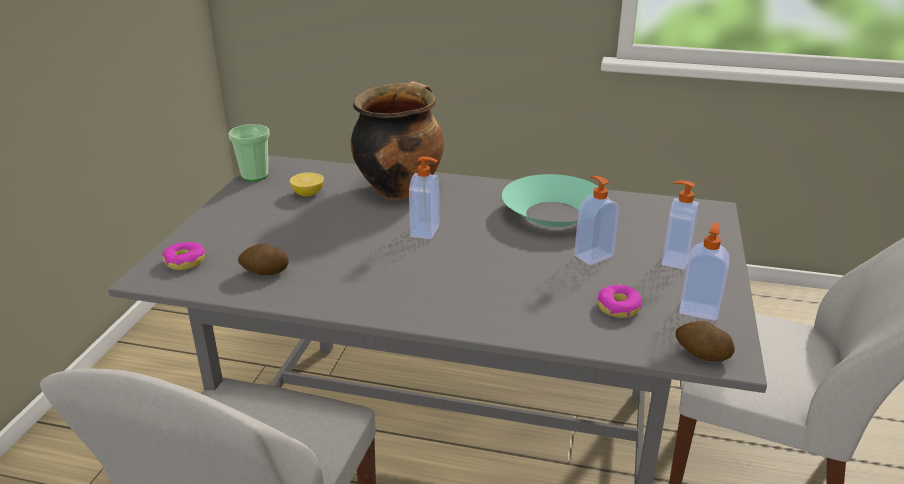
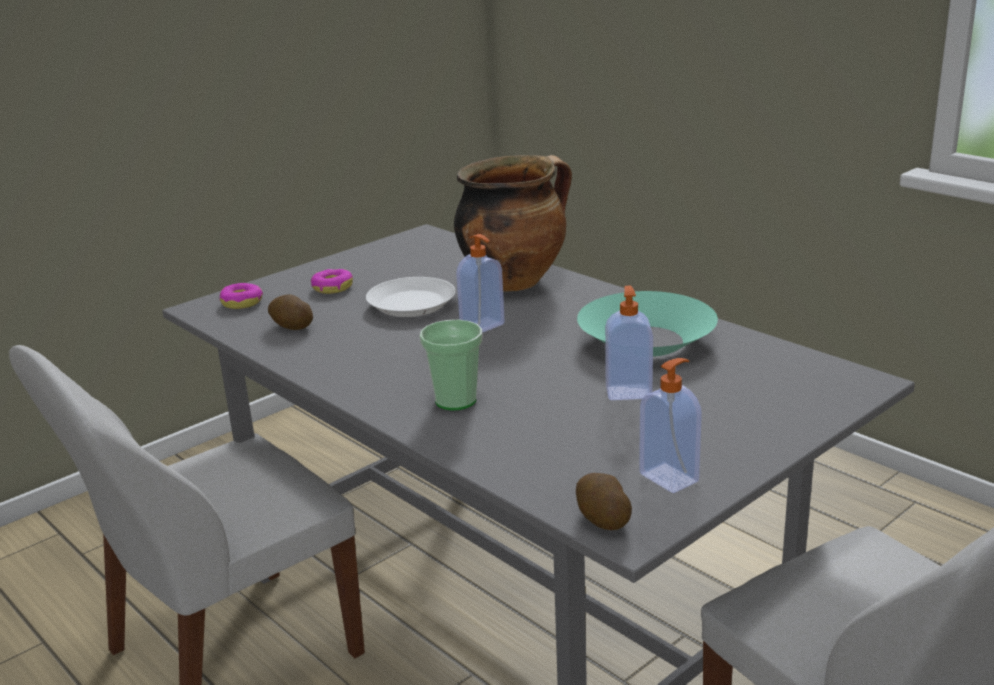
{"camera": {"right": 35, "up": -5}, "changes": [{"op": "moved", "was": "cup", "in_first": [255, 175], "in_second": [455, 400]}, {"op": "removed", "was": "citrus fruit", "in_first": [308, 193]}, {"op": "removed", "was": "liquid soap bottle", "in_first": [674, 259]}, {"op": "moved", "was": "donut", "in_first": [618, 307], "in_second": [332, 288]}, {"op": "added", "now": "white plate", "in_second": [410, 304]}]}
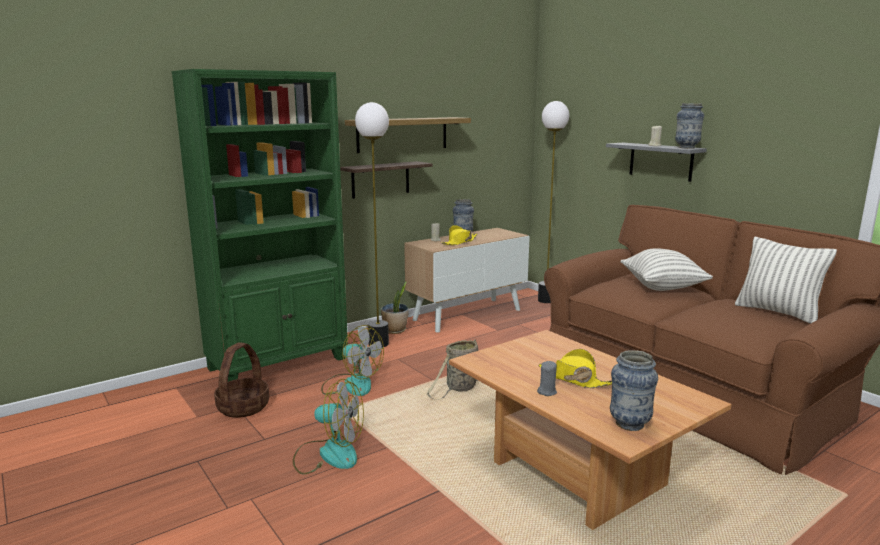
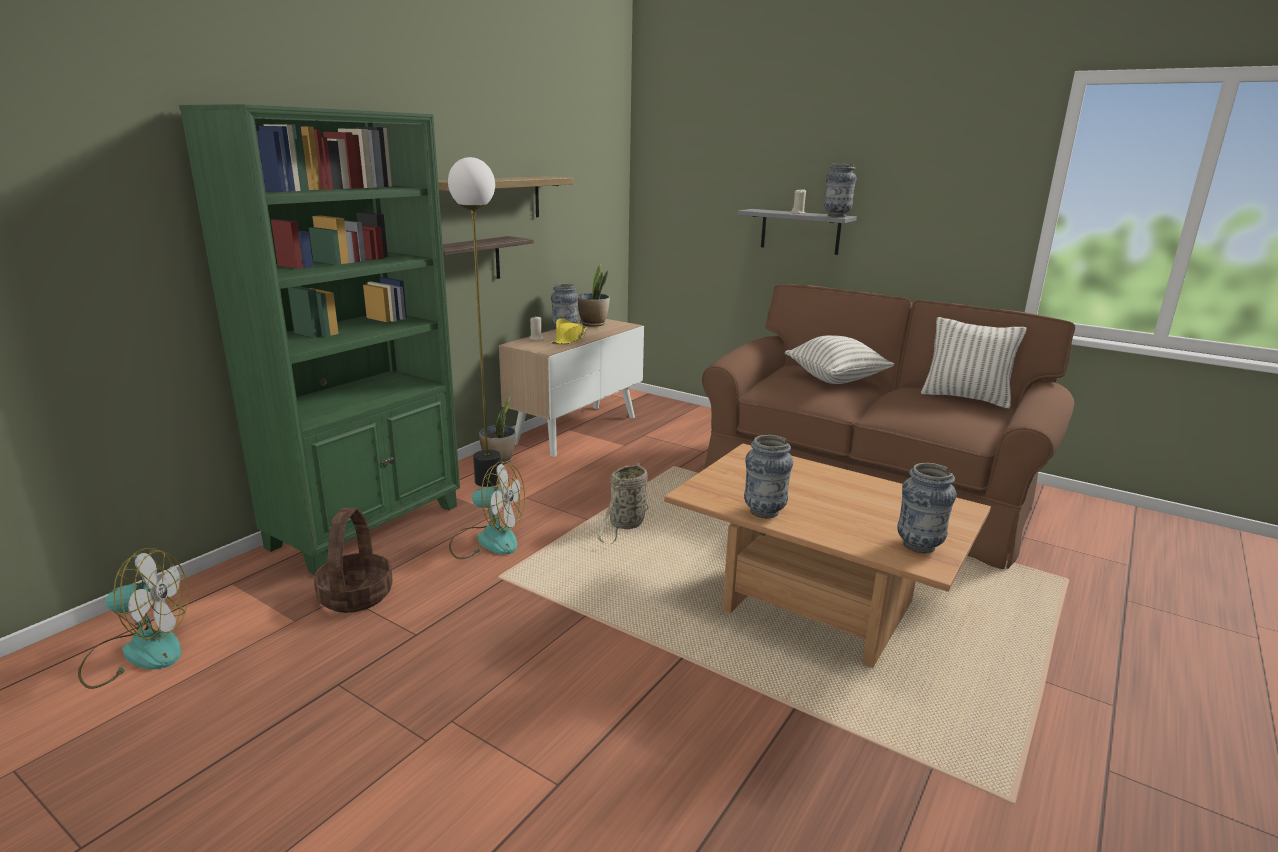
{"camera": {"right": -20, "up": 5}, "changes": [{"op": "removed", "was": "floor lamp", "in_first": [546, 300]}, {"op": "removed", "was": "yellowish wearable hat", "in_first": [574, 379]}, {"op": "removed", "was": "grey wax candle", "in_first": [547, 392]}, {"op": "moved", "was": "electric fan", "in_first": [328, 454], "in_second": [138, 652]}, {"op": "added", "now": "potted plant", "in_second": [593, 324]}, {"op": "added", "now": "decorative vase", "in_second": [764, 512]}]}
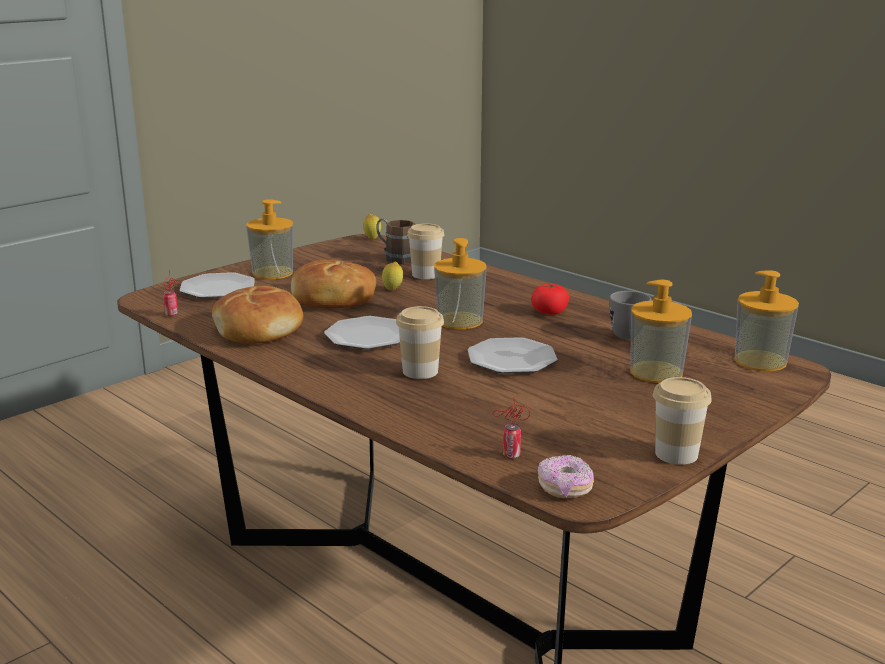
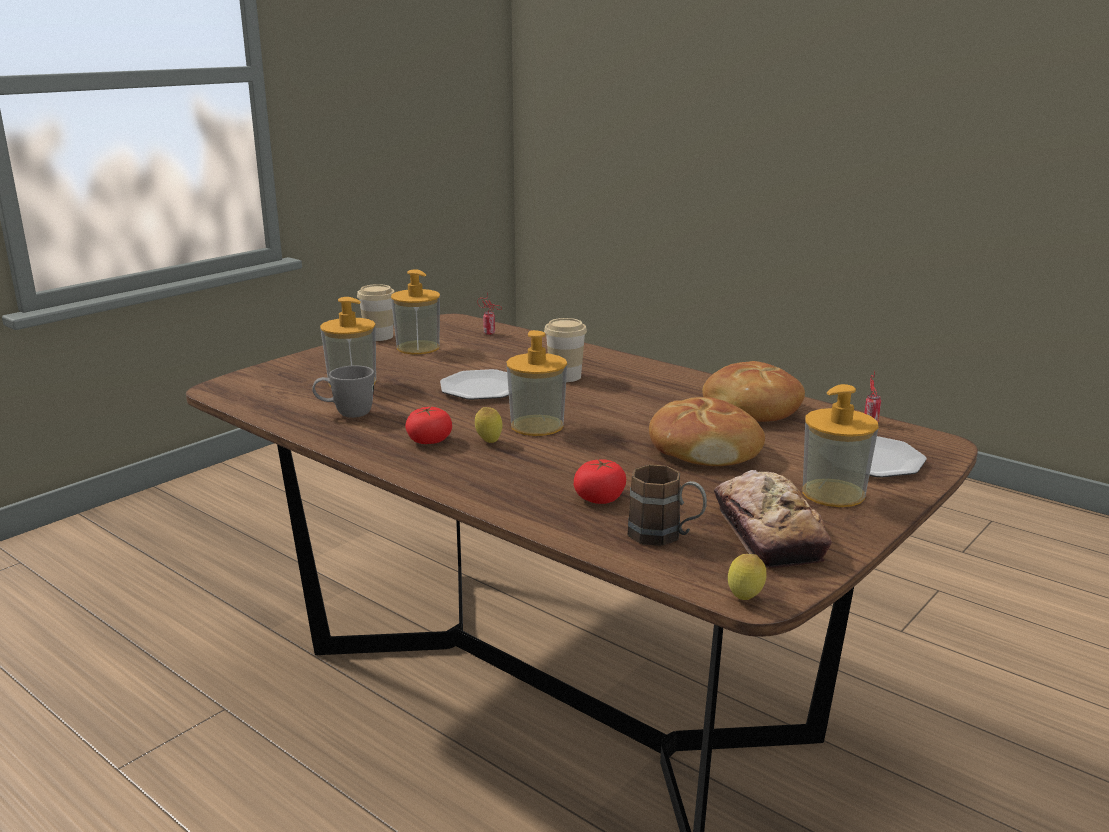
{"camera": {"right": 175, "up": 0}, "changes": [{"op": "replaced", "was": "cup", "now": "fresh tomato", "in_first": [426, 274], "in_second": [600, 498]}, {"op": "moved", "was": "citrus fruit", "in_first": [392, 290], "in_second": [488, 442]}, {"op": "moved", "was": "liquid soap bottle", "in_first": [760, 361], "in_second": [418, 347]}, {"op": "removed", "was": "plate", "in_first": [368, 336]}, {"op": "removed", "was": "donut", "in_first": [565, 488]}, {"op": "added", "now": "bread", "in_second": [768, 532]}]}
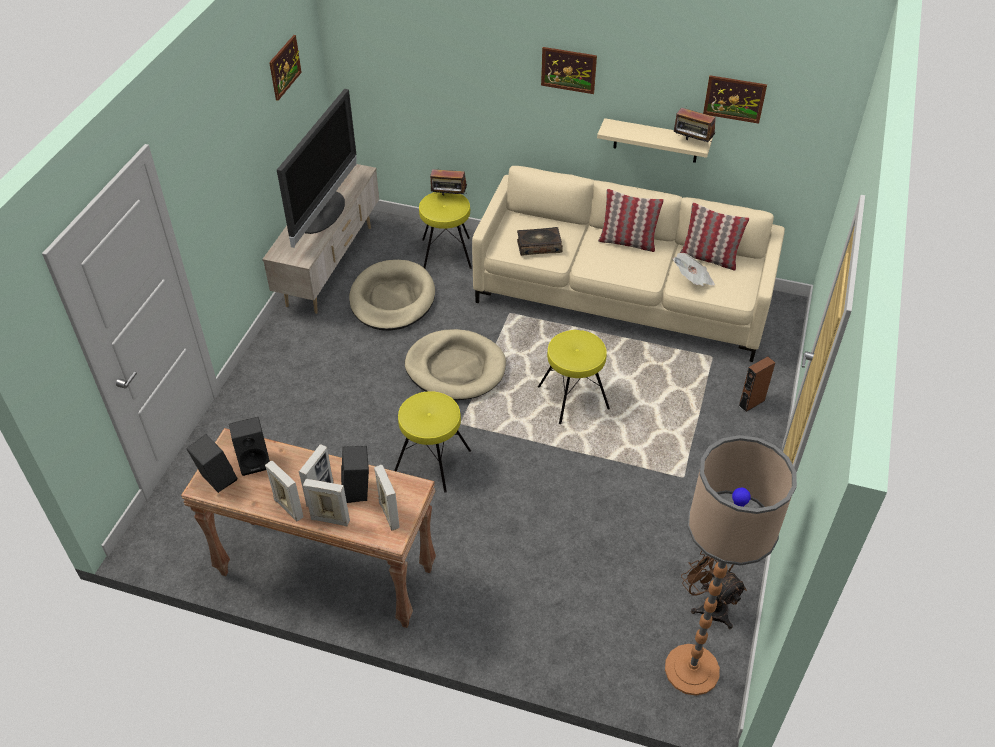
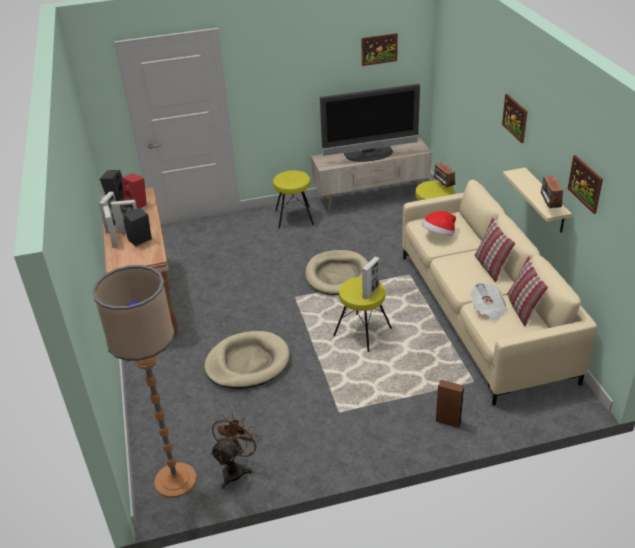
{"camera": {"right": 60, "up": -10}, "changes": [{"op": "replaced", "was": "bound book", "now": "wearable hat", "in_first": [539, 246], "in_second": [438, 235]}, {"op": "moved", "was": "beige dog cushion", "in_first": [392, 299], "in_second": [247, 363]}, {"op": "moved", "was": "yellowish stool", "in_first": [432, 461], "in_second": [294, 217]}, {"op": "recoloured", "was": "blackish loudspeaker", "now": "red loudspeaker", "in_first": [255, 461], "in_second": [137, 204]}, {"op": "moved", "was": "photo frame", "in_first": [389, 515], "in_second": [370, 292]}]}
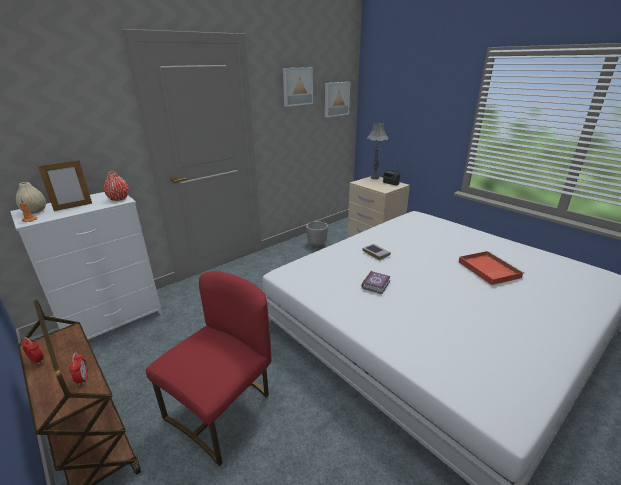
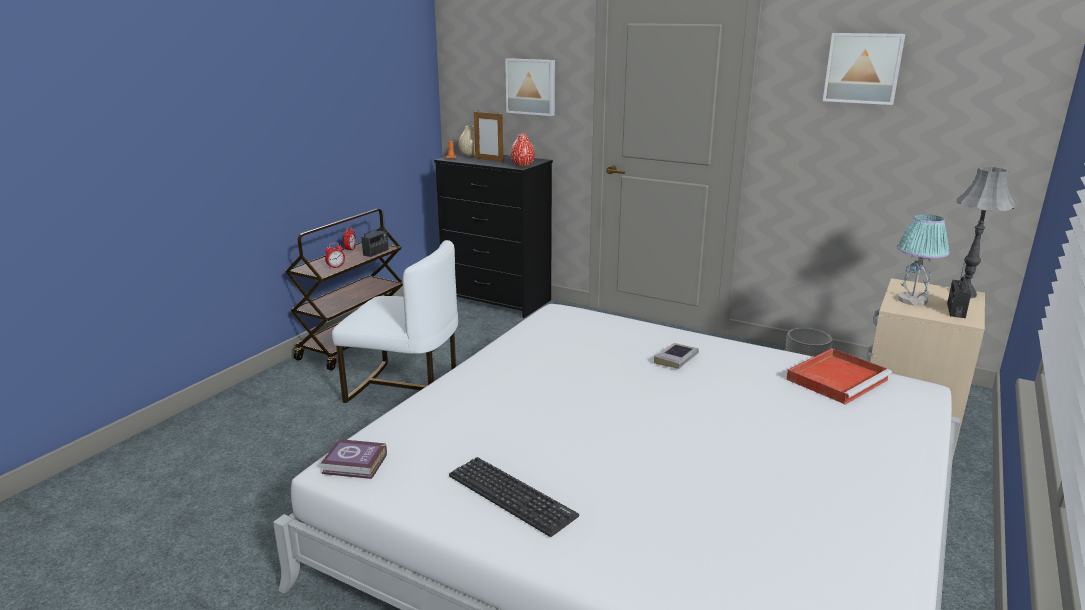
{"camera": {"right": 70, "up": -5}, "changes": [{"op": "moved", "was": "picture", "in_first": [336, 99], "in_second": [531, 86]}, {"op": "recoloured", "was": "white drawer chest", "now": "blackish drawer chest", "in_first": [113, 320], "in_second": [498, 300]}, {"op": "moved", "was": "red tray", "in_first": [487, 269], "in_second": [837, 378]}, {"op": "recoloured", "was": "red plain chair", "now": "white plain chair", "in_first": [222, 410], "in_second": [405, 387]}, {"op": "moved", "was": "bound book", "in_first": [376, 284], "in_second": [356, 464]}, {"op": "added", "now": "radio set", "in_second": [376, 252]}, {"op": "added", "now": "table lamp", "in_second": [913, 300]}, {"op": "added", "now": "computer keyboard", "in_second": [511, 496]}]}
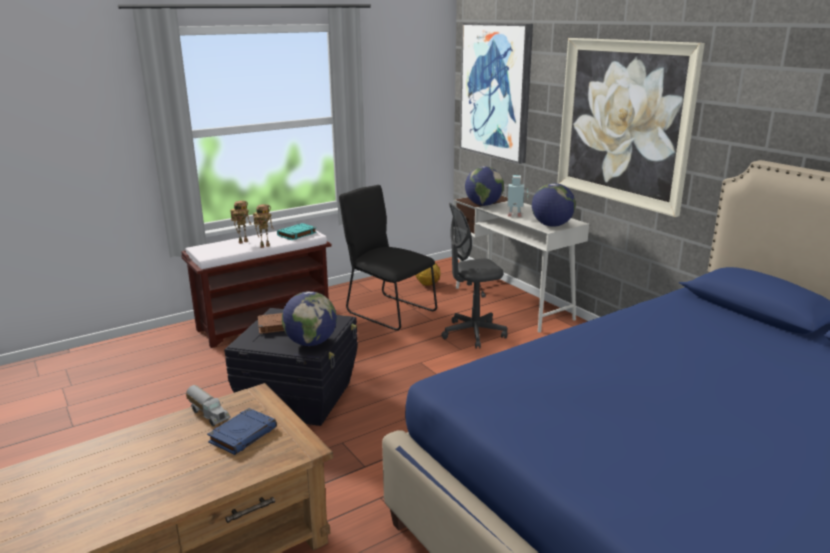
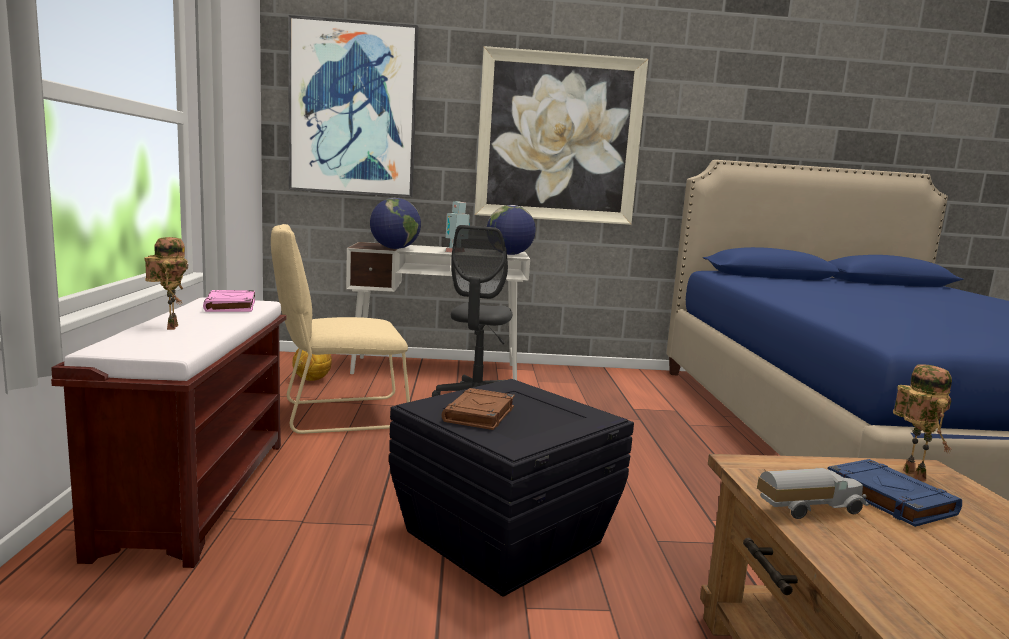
{"camera": {"right": -60, "up": -10}, "changes": [{"op": "recoloured", "was": "blackish plain chair", "now": "beige plain chair", "in_first": [388, 311], "in_second": [339, 415]}, {"op": "moved", "was": "toy robot", "in_first": [265, 246], "in_second": [909, 474]}, {"op": "recoloured", "was": "blue-green bound book", "now": "pinkish bound book", "in_first": [297, 234], "in_second": [231, 306]}, {"op": "removed", "was": "world globe", "in_first": [311, 343]}]}
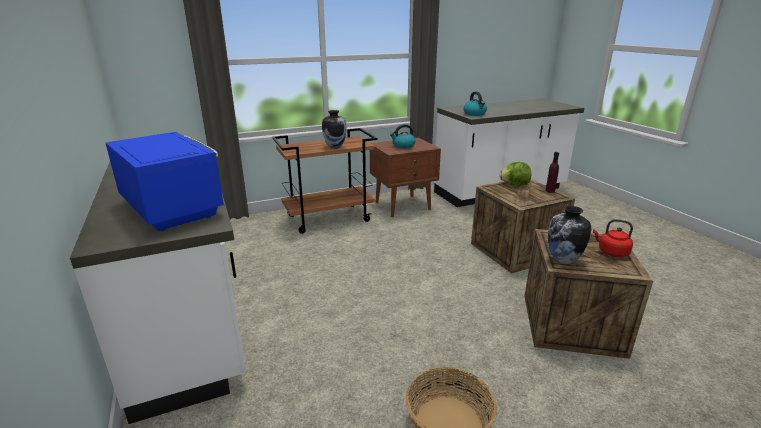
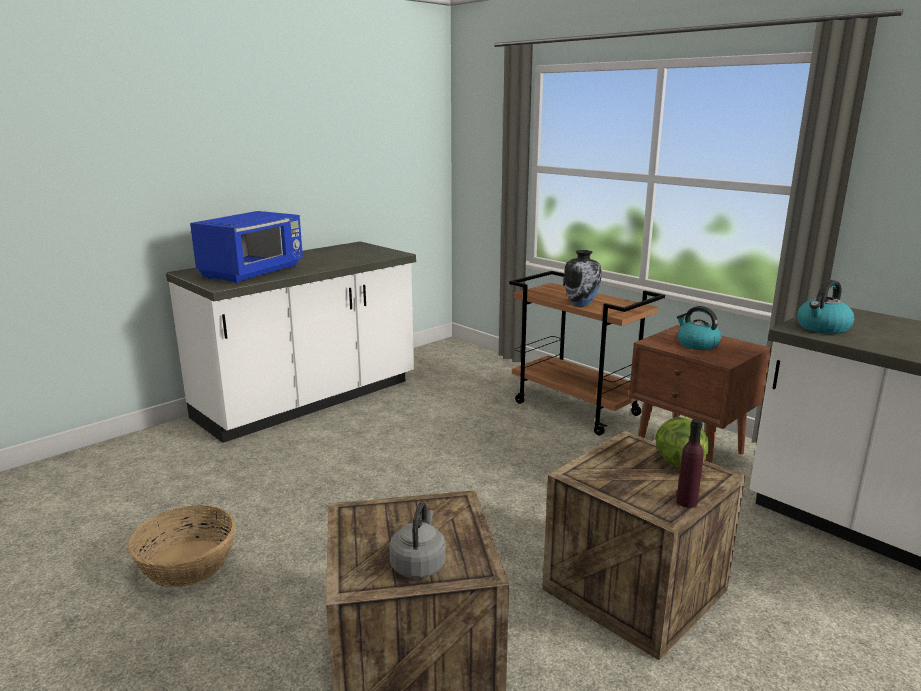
{"camera": {"right": 70, "up": -5}, "changes": [{"op": "removed", "was": "decorative vase", "in_first": [563, 260]}, {"op": "recoloured", "was": "red water kettle", "now": "grey water kettle", "in_first": [611, 252], "in_second": [419, 564]}]}
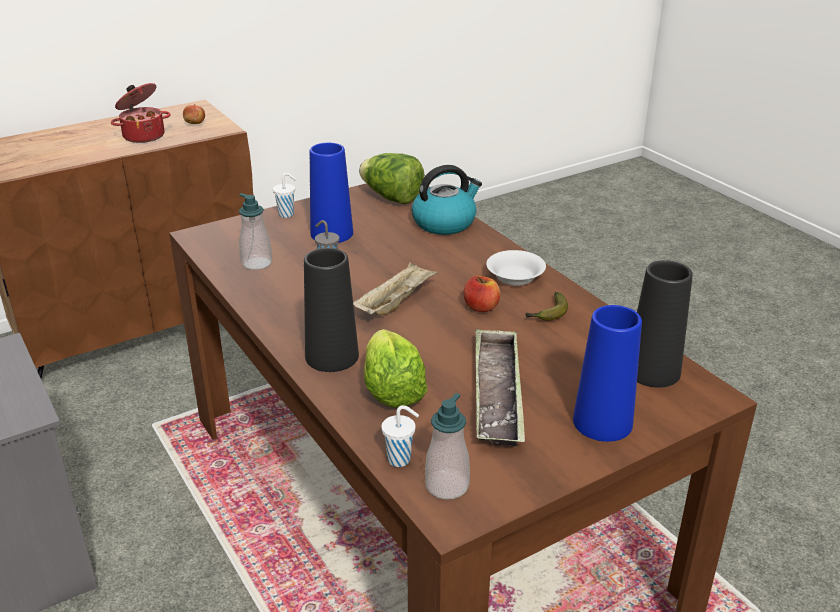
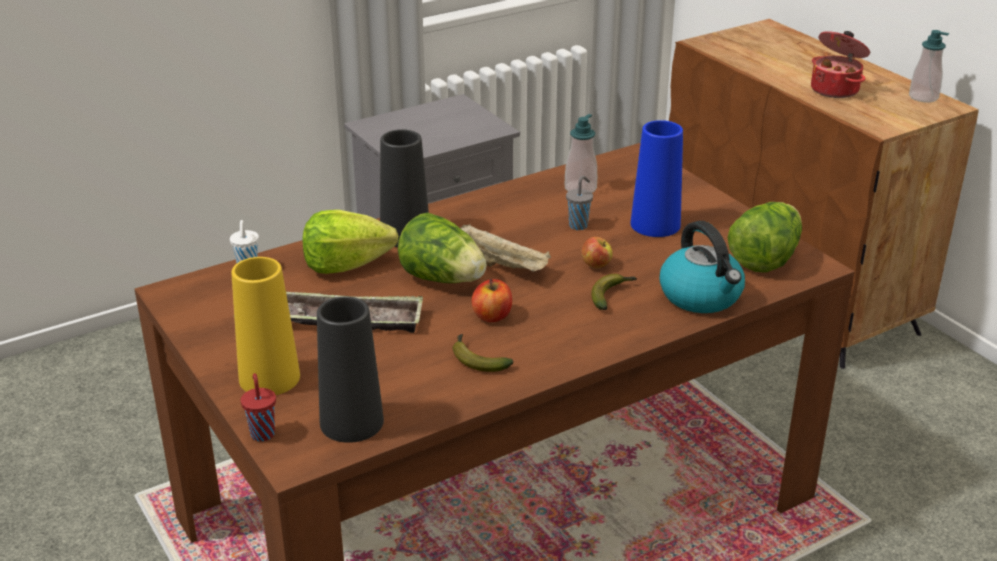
{"camera": {"right": 90, "up": 0}, "changes": [{"op": "moved", "was": "apple", "in_first": [195, 124], "in_second": [596, 265]}, {"op": "removed", "was": "white cup", "in_first": [287, 214]}, {"op": "removed", "was": "white serving bowl", "in_first": [516, 278]}, {"op": "recoloured", "was": "blue decorative vase", "now": "yellowish decorative vase", "in_first": [602, 422], "in_second": [269, 378]}, {"op": "moved", "was": "liquid soap bottle", "in_first": [447, 485], "in_second": [923, 97]}, {"op": "added", "now": "lettuce head", "in_second": [443, 279]}, {"op": "added", "now": "whole banana", "in_second": [612, 295]}, {"op": "added", "now": "red cup", "in_second": [262, 433]}]}
